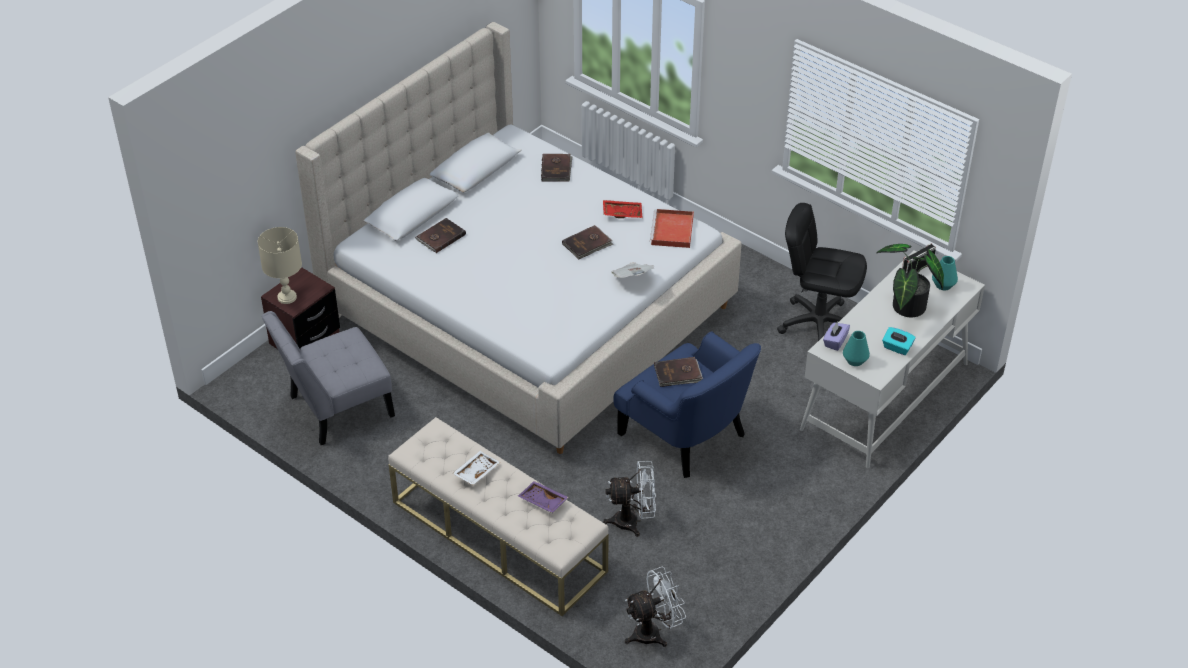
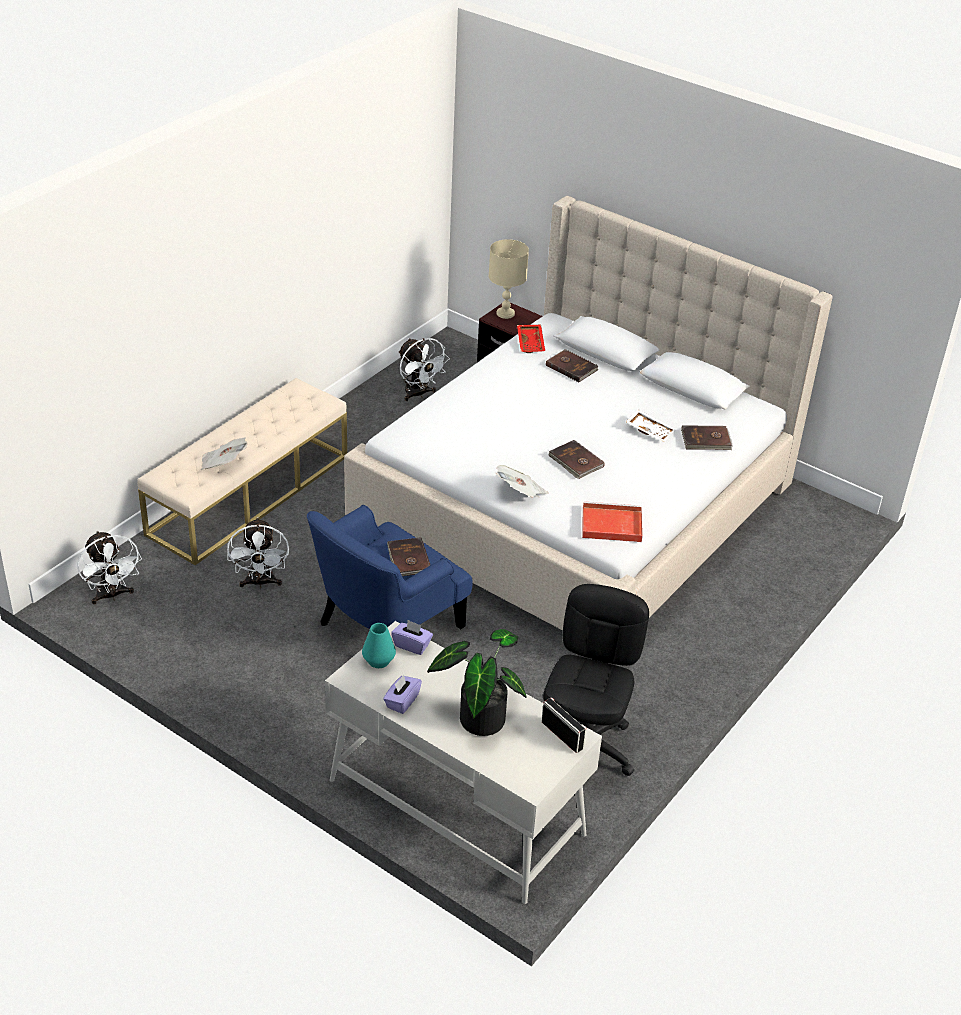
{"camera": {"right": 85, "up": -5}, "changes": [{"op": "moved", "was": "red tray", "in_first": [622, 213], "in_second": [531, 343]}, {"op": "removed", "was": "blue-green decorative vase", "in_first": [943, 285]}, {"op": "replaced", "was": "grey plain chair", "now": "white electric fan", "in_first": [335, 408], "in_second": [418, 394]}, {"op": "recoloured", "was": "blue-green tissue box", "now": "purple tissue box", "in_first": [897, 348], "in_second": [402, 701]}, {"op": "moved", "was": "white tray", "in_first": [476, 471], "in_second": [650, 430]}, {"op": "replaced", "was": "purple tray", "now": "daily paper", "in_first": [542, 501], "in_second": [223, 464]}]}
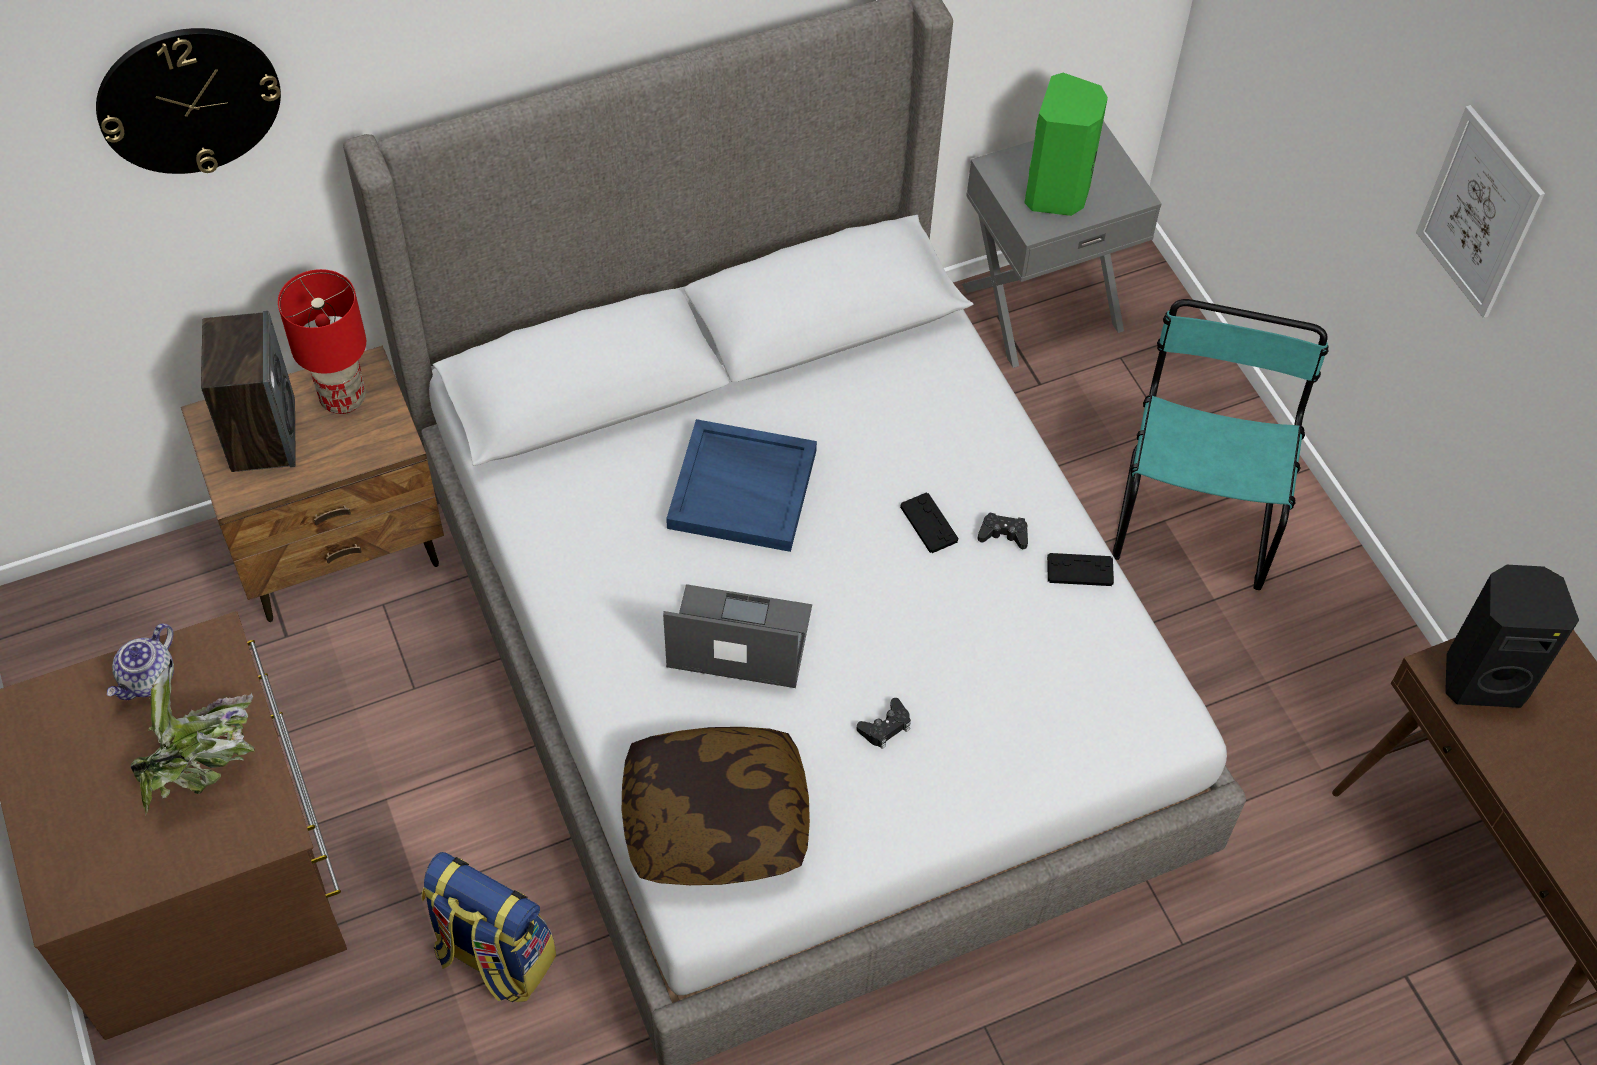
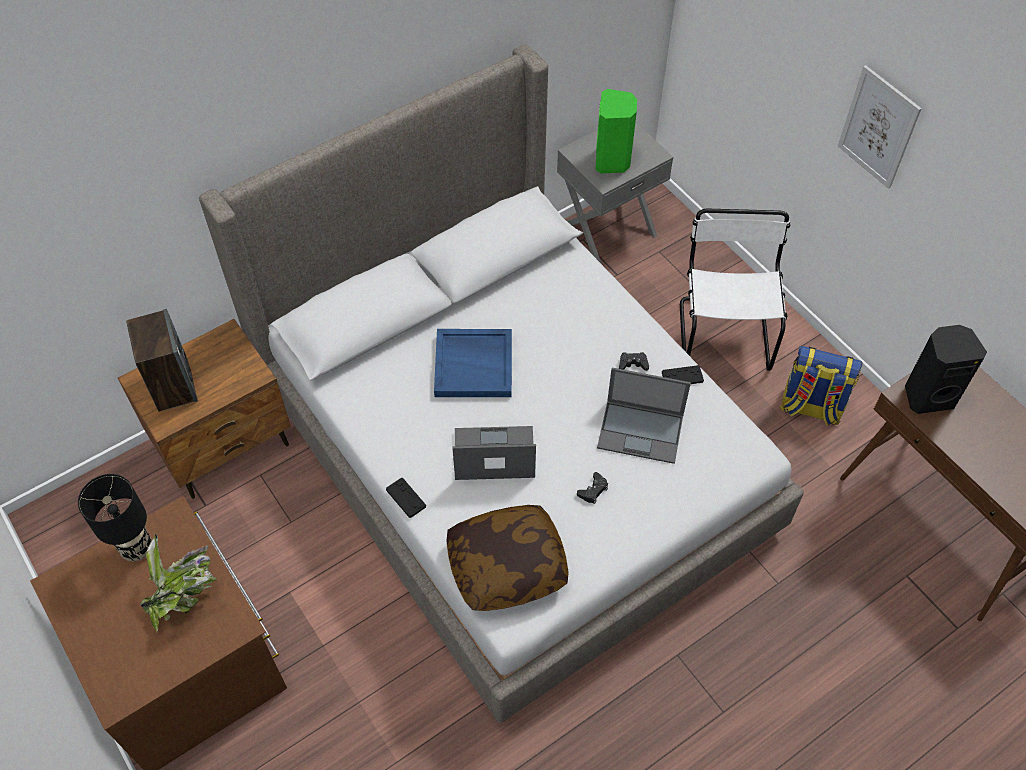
{"camera": {"right": -10, "up": 0}, "changes": [{"op": "removed", "was": "wall clock", "in_first": [188, 100]}, {"op": "removed", "was": "red table lamp", "in_first": [342, 399]}, {"op": "recoloured", "was": "blue-green plain chair", "now": "white plain chair", "in_first": [1196, 511], "in_second": [723, 331]}, {"op": "moved", "was": "blackish joypad", "in_first": [928, 524], "in_second": [406, 498]}, {"op": "replaced", "was": "pot for tea", "now": "blackish table lamp", "in_first": [149, 679], "in_second": [138, 548]}, {"op": "moved", "was": "backpack", "in_first": [493, 956], "in_second": [810, 407]}, {"op": "added", "now": "laptop", "in_second": [641, 431]}]}
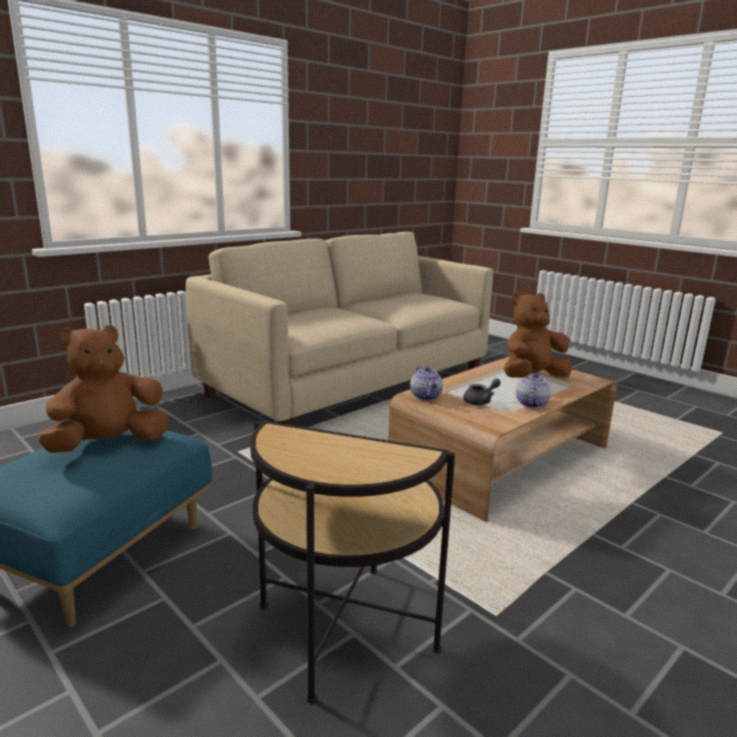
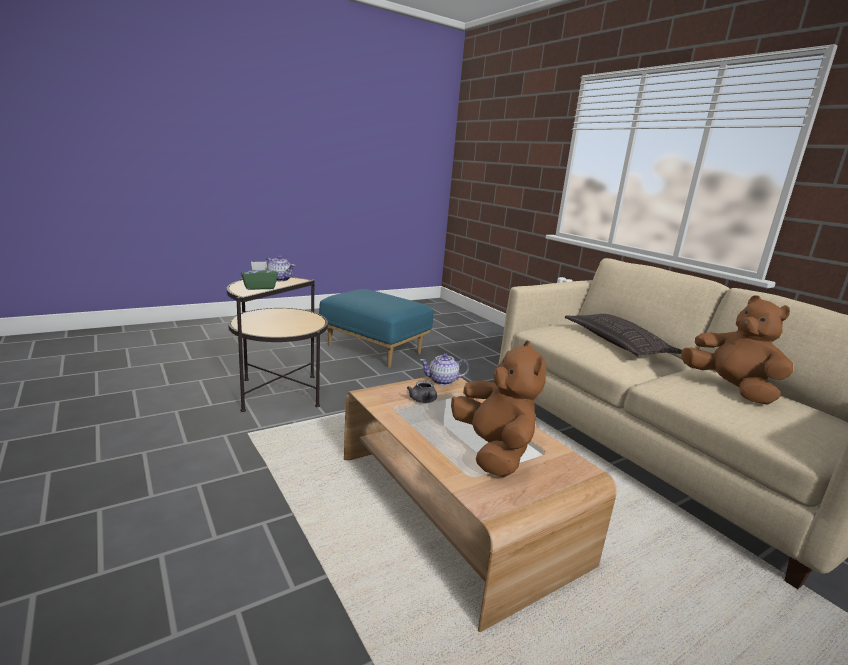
{"camera": {"right": 100, "up": 0}, "changes": [{"op": "moved", "was": "brown cuddly toy", "in_first": [109, 444], "in_second": [730, 388]}, {"op": "moved", "was": "pot for tea", "in_first": [531, 403], "in_second": [280, 279]}, {"op": "added", "now": "green-coloured tissue box", "in_second": [259, 287]}, {"op": "added", "now": "throw pillow", "in_second": [617, 342]}]}
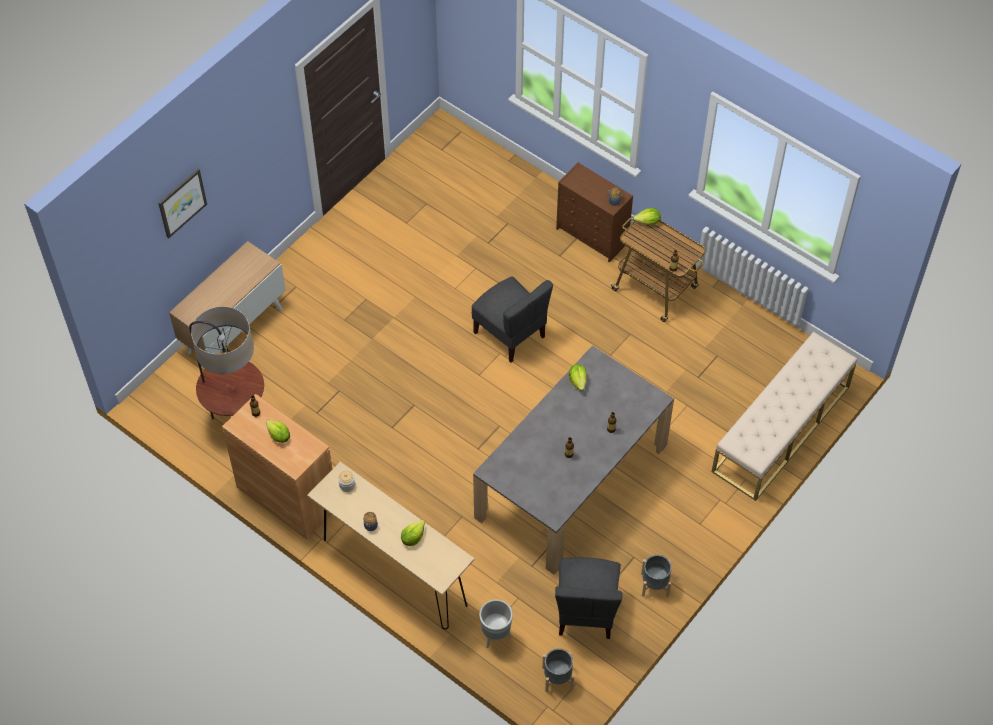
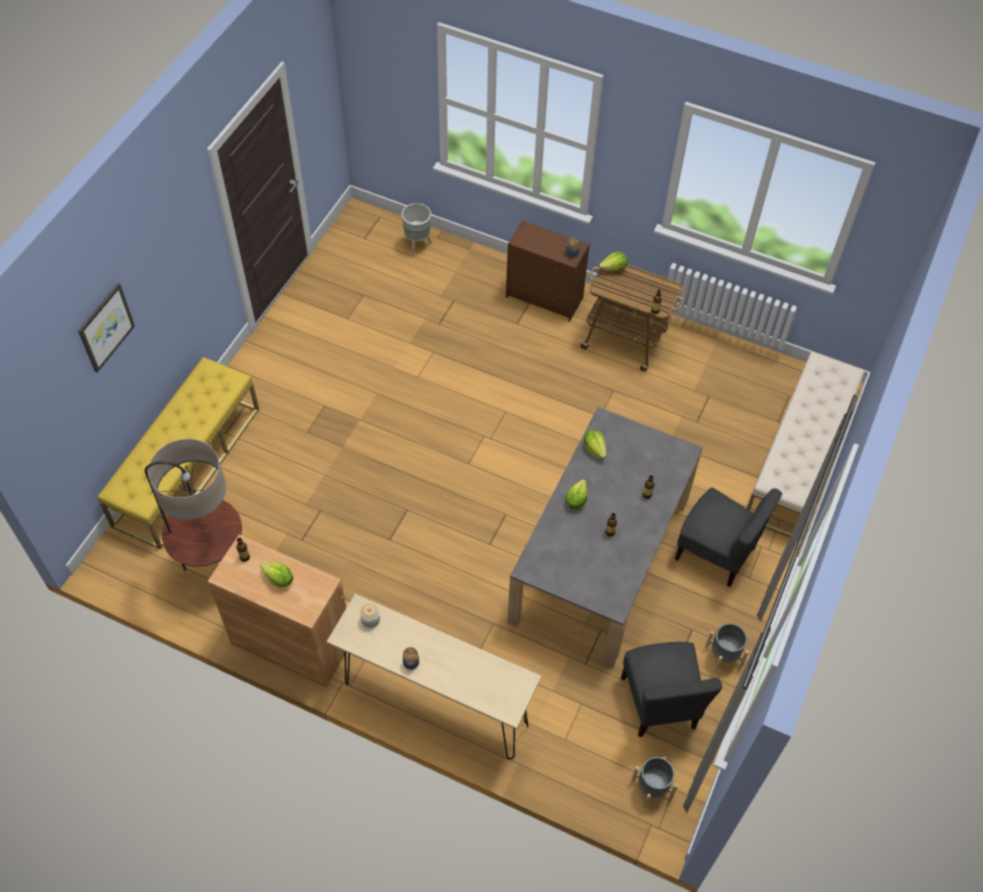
{"camera": {"right": -15, "up": 0}, "changes": [{"op": "replaced", "was": "storage cabinet", "now": "yellowish indoor bench", "in_first": [234, 330], "in_second": [187, 466]}, {"op": "moved", "was": "grey plain chair", "in_first": [510, 334], "in_second": [716, 552]}, {"op": "moved", "was": "lettuce head", "in_first": [413, 537], "in_second": [576, 500]}, {"op": "moved", "was": "grey plant pot", "in_first": [496, 636], "in_second": [418, 245]}]}
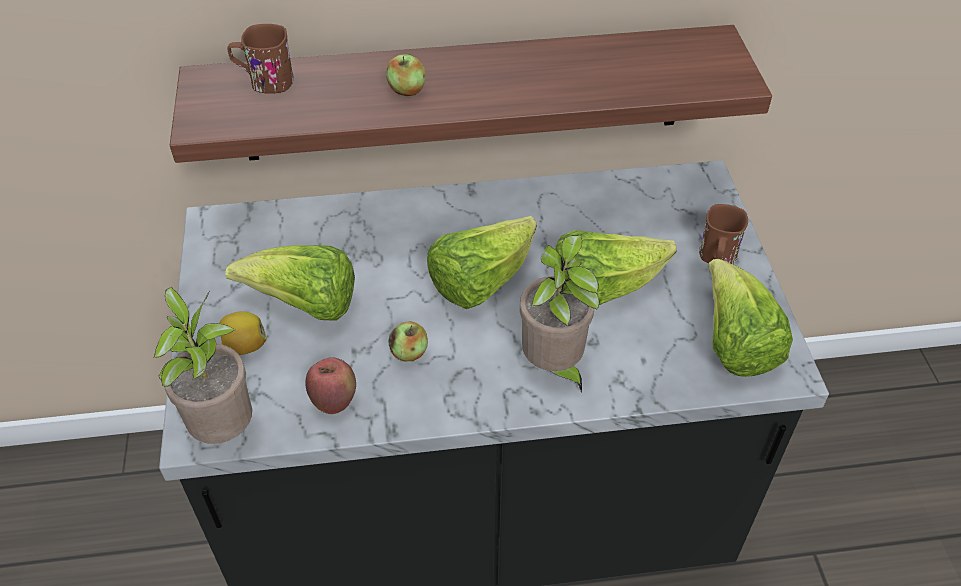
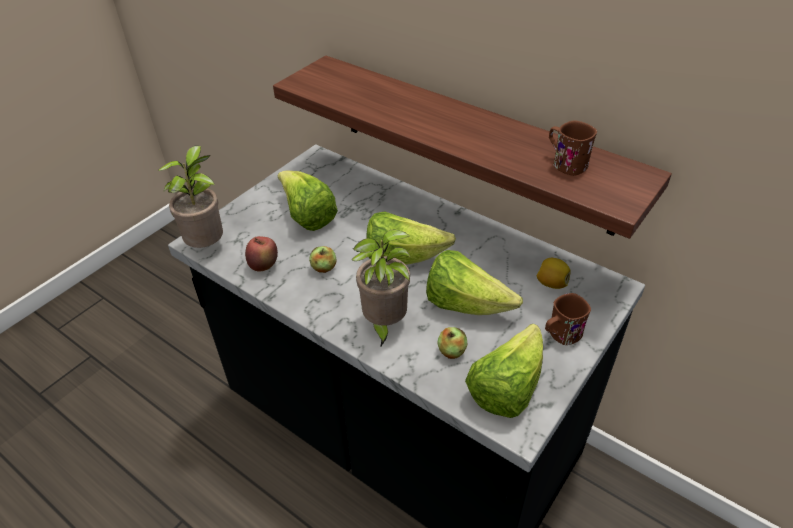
{"camera": {"right": 45, "up": -5}, "changes": [{"op": "moved", "was": "brown tea mug", "in_first": [264, 81], "in_second": [565, 163]}, {"op": "moved", "was": "apple", "in_first": [407, 90], "in_second": [451, 351]}, {"op": "moved", "was": "citrus fruit", "in_first": [244, 346], "in_second": [551, 283]}]}
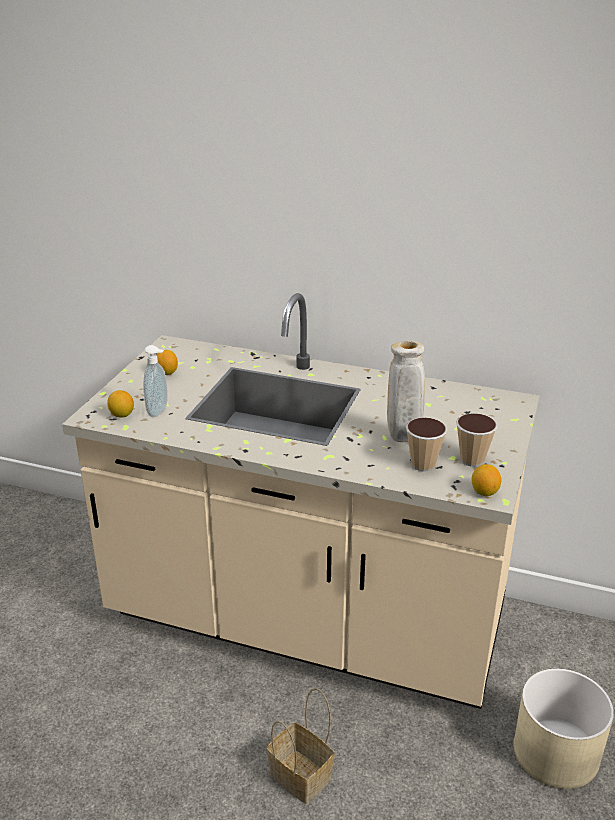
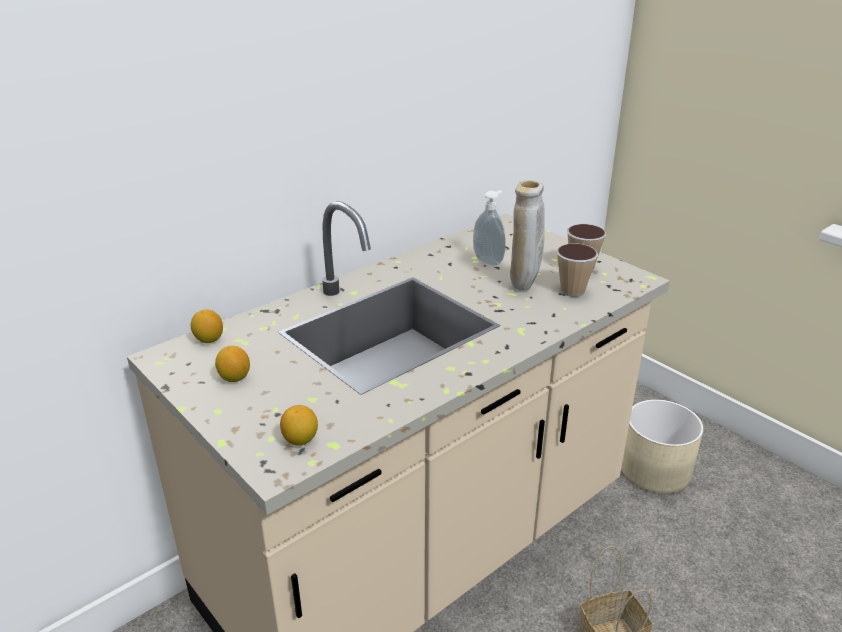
{"camera": {"right": -60, "up": 0}, "changes": [{"op": "moved", "was": "liquid soap bottle", "in_first": [159, 411], "in_second": [489, 260]}, {"op": "moved", "was": "citrus fruit", "in_first": [484, 492], "in_second": [209, 340]}]}
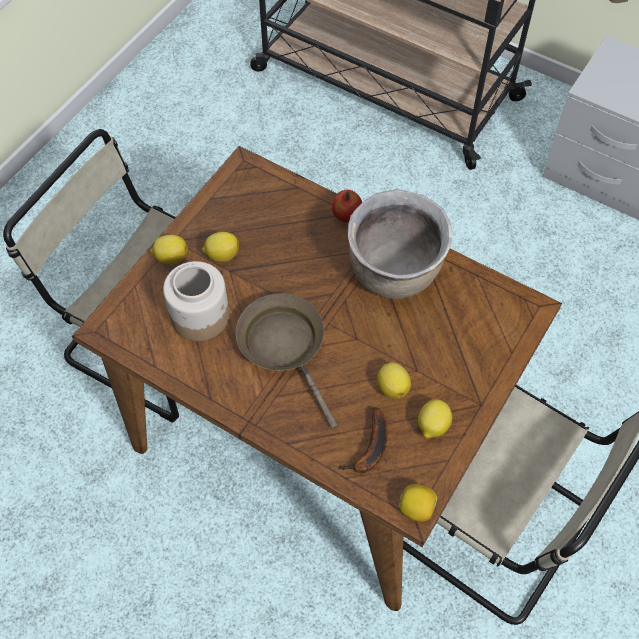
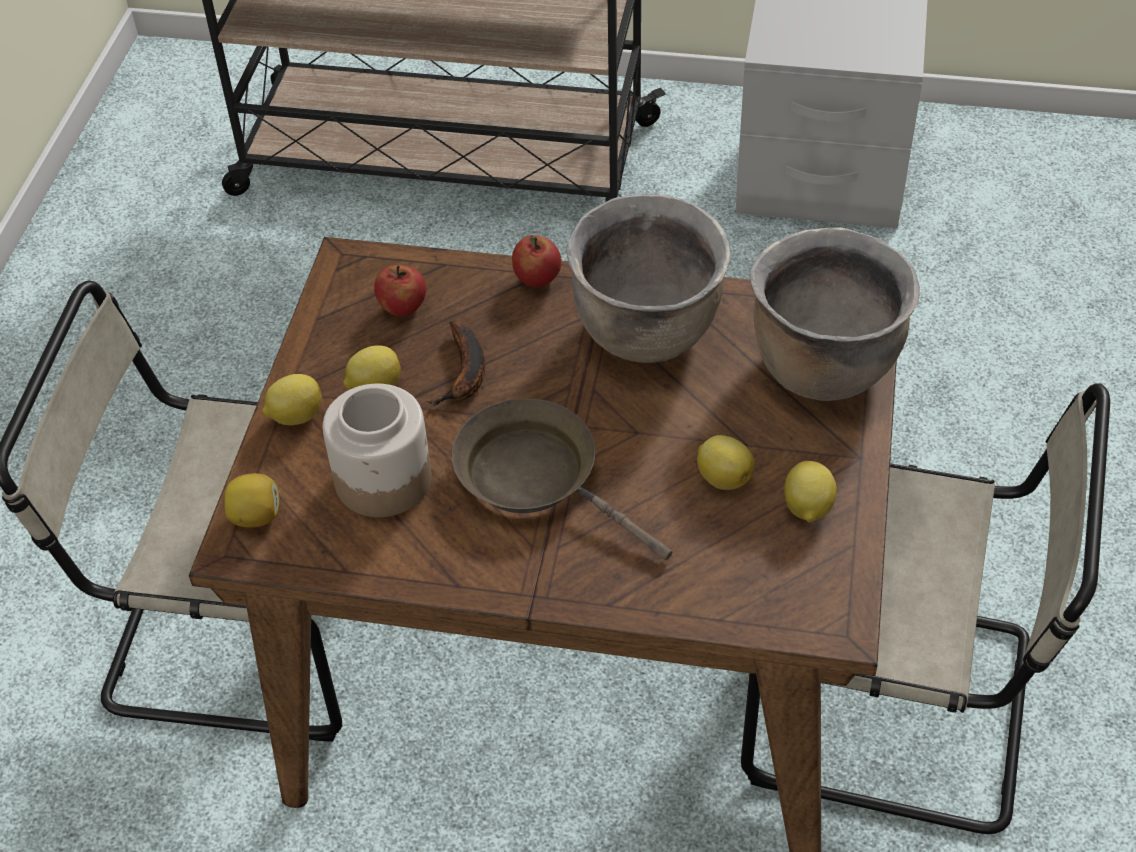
{"camera": {"right": -20, "up": -10}, "changes": [{"op": "moved", "was": "whole banana", "in_first": [370, 450], "in_second": [465, 374]}, {"op": "moved", "was": "citrus fruit", "in_first": [416, 508], "in_second": [256, 516]}, {"op": "added", "now": "brown cooking pot", "in_second": [823, 365]}, {"op": "added", "now": "apple", "in_second": [403, 308]}]}
